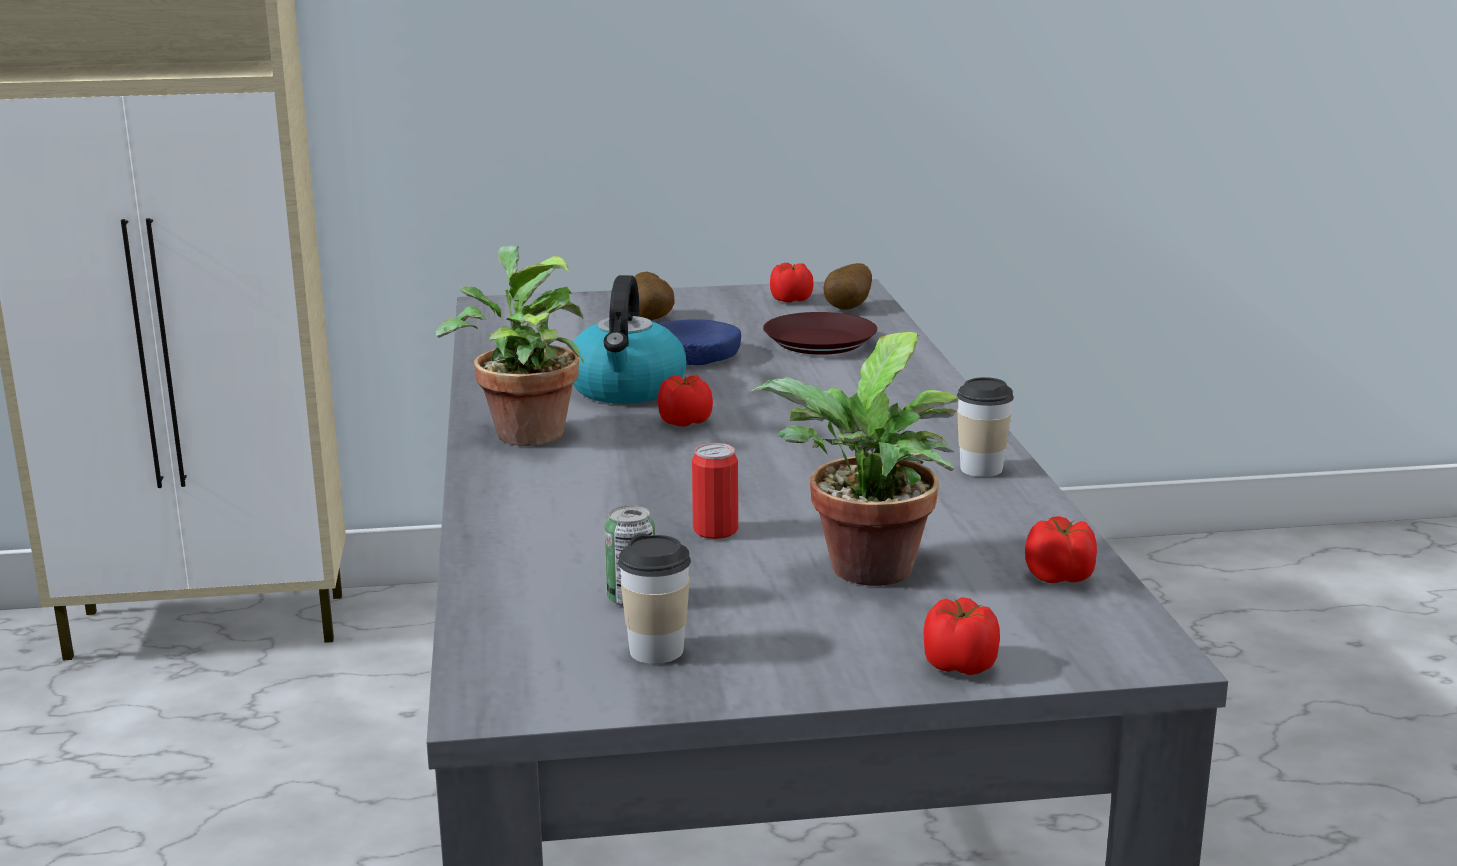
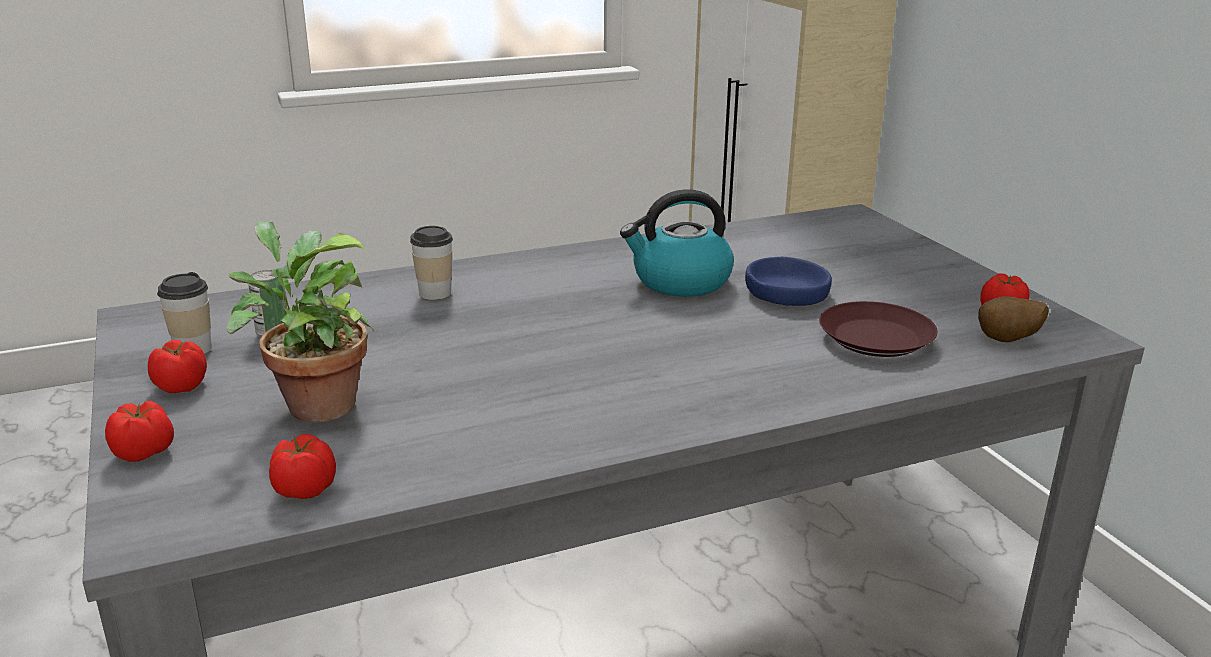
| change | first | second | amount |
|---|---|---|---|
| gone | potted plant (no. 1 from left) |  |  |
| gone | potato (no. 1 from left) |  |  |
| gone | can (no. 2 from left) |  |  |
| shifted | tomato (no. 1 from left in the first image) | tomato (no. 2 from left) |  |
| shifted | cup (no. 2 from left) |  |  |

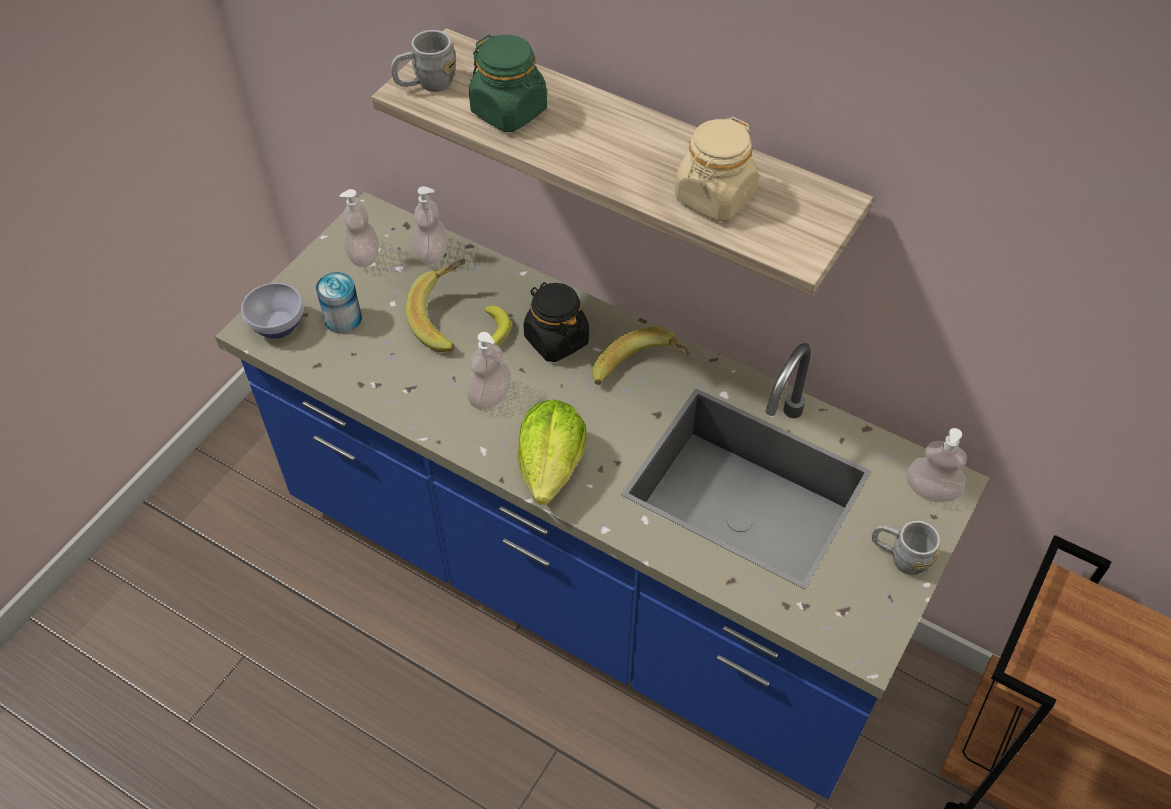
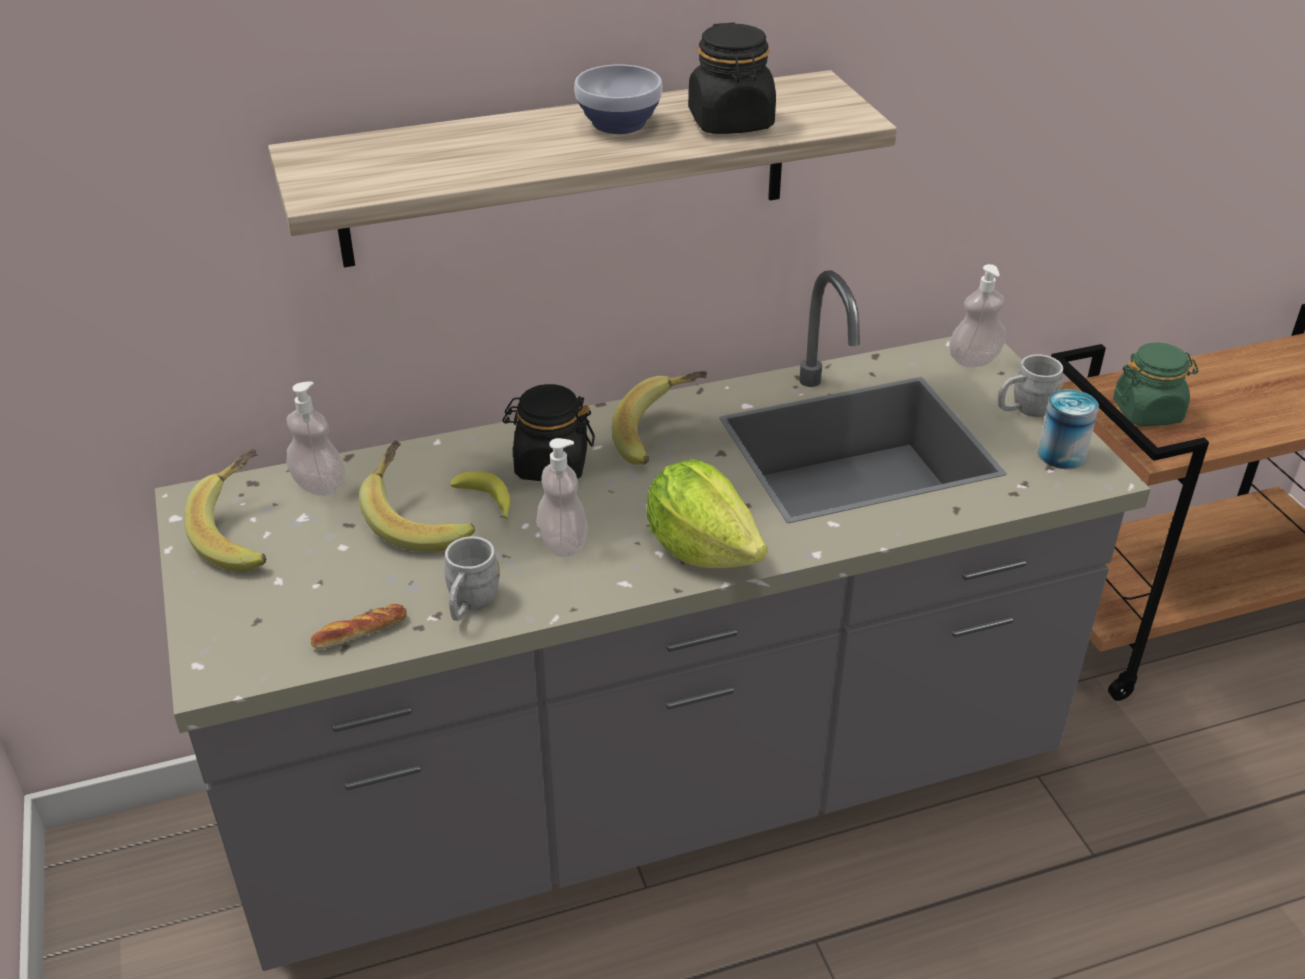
| change | first | second | amount |
|---|---|---|---|
| new |  | bread |  |
| shifted | bowl |  |  |
| shifted | can |  |  |
| shifted | mug (grey) (no. 1 from left) |  |  |
| shifted | jar (green) |  |  |
| swapped | soap dispenser (no. 1 from left) | banana (no. 1 from left) |  |
| repainted | counter (blue) | counter (grey) |  |
| repainted | jar (beige) | jar (black) (no. 2 from left) |  |

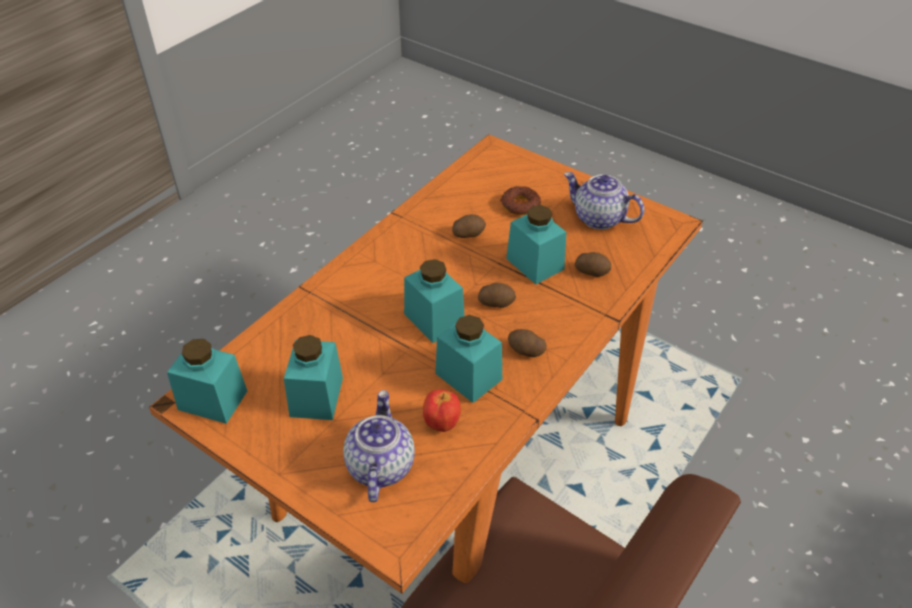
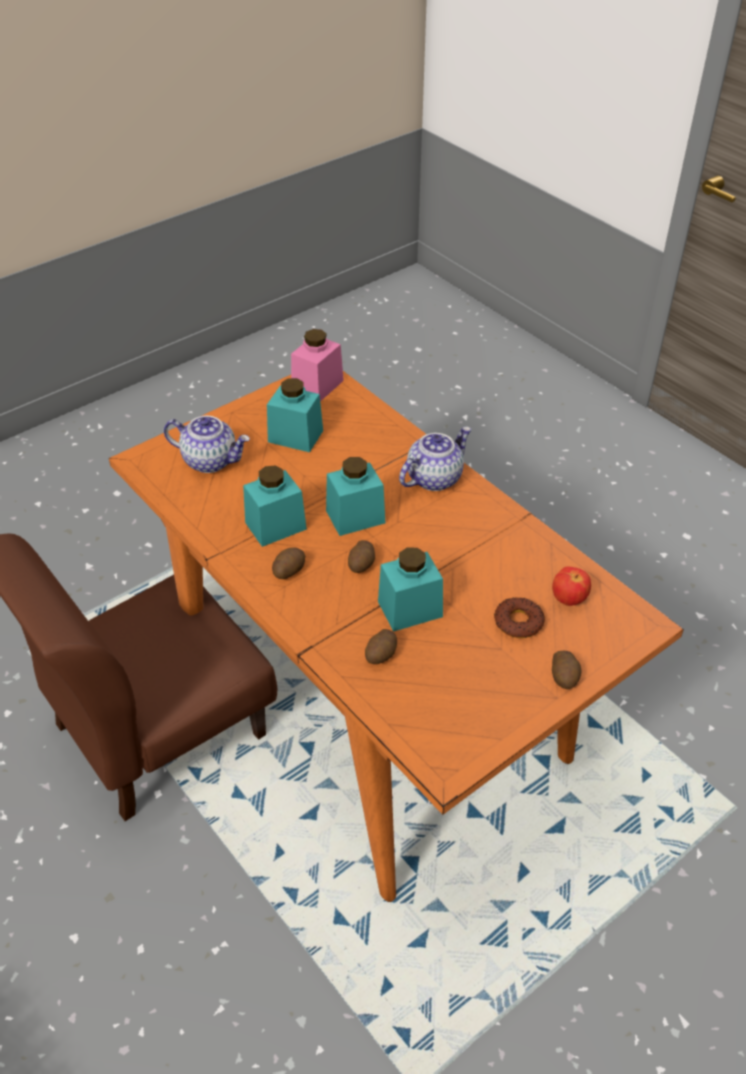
| change | first | second | amount |
|---|---|---|---|
| shifted | apple |  |  |
| shifted | potato (no. 1 from left in the first image) | potato (no. 4 from left) |  |
| shifted | teapot (no. 2 from left) |  |  |
| repainted | jar (turquoise) (no. 1 from left) | jar (pink) |  |

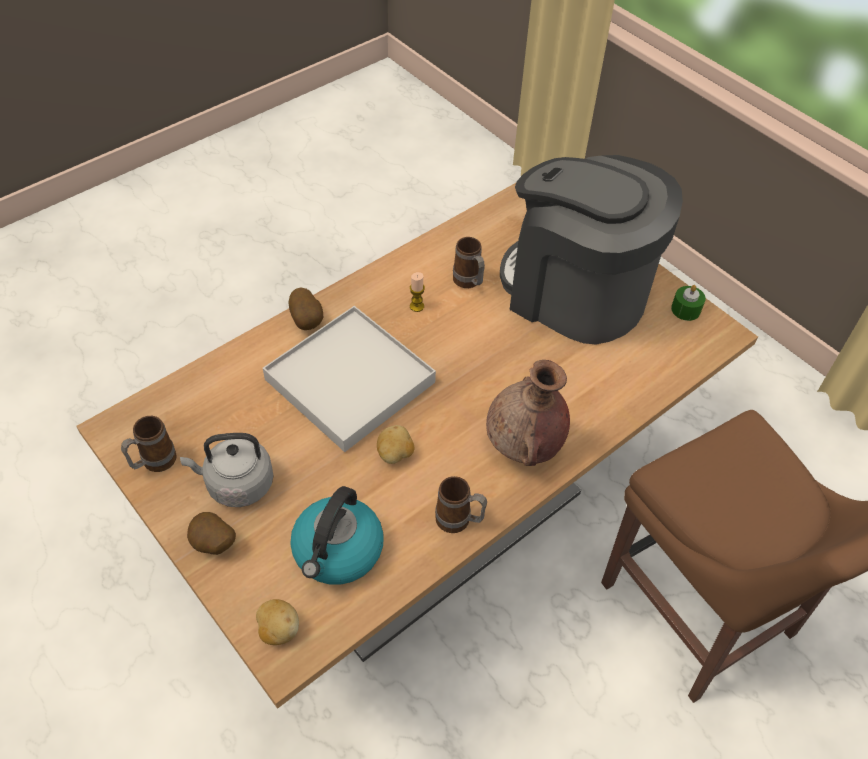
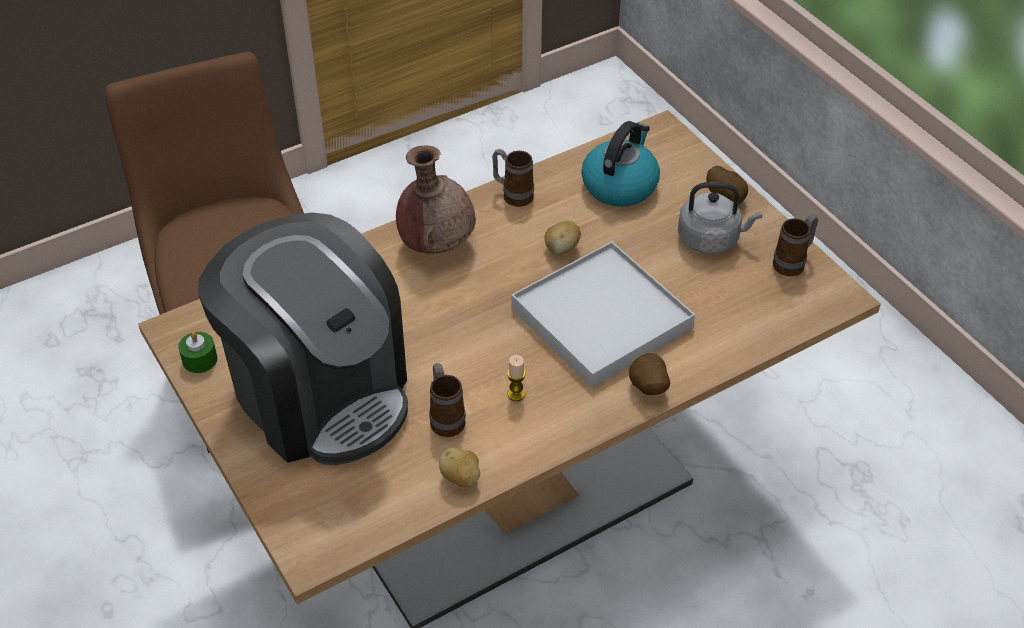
| change | first | second | amount |
|---|---|---|---|
| shifted | potato (no. 2 from left in the first image) | potato (no. 1 from left) |  |

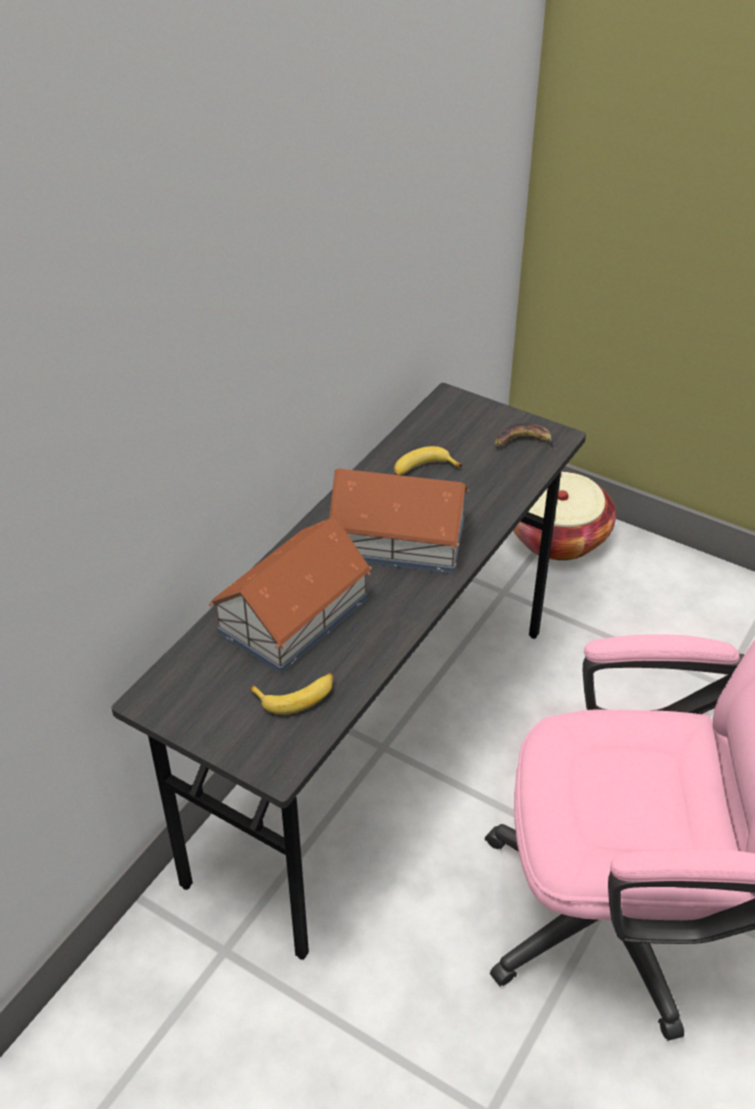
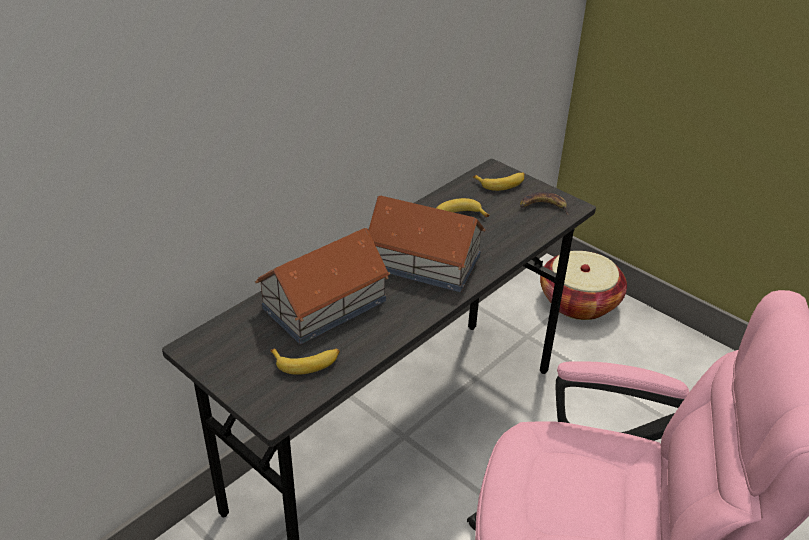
| change | first | second | amount |
|---|---|---|---|
| new |  | banana (no. 3 from left) |  |

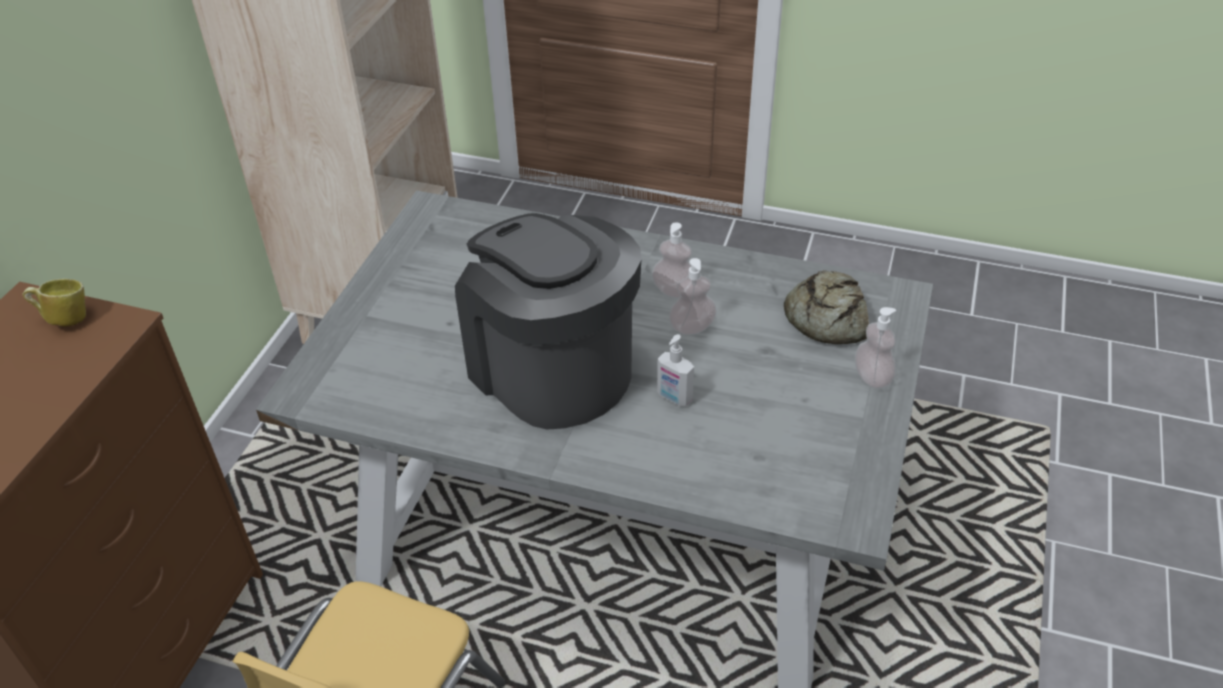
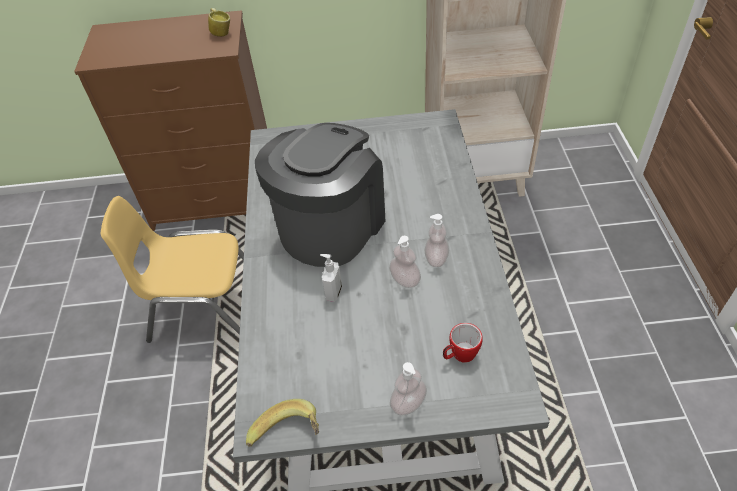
| change | first | second | amount |
|---|---|---|---|
| new |  | banana |  |
| swapped | bread | mug (no. 2 from left) |  |

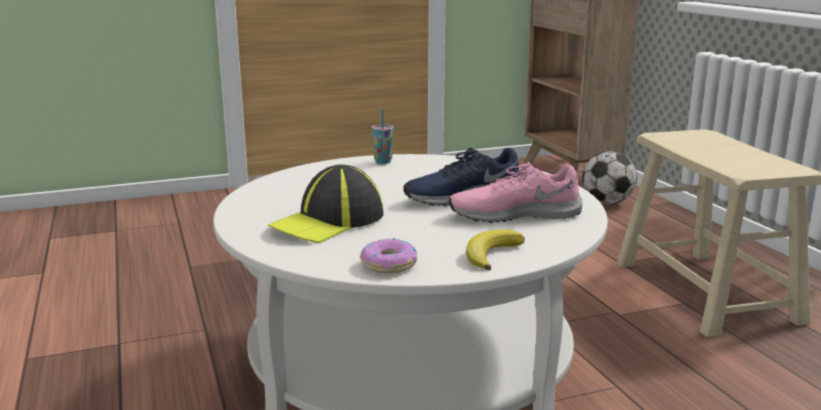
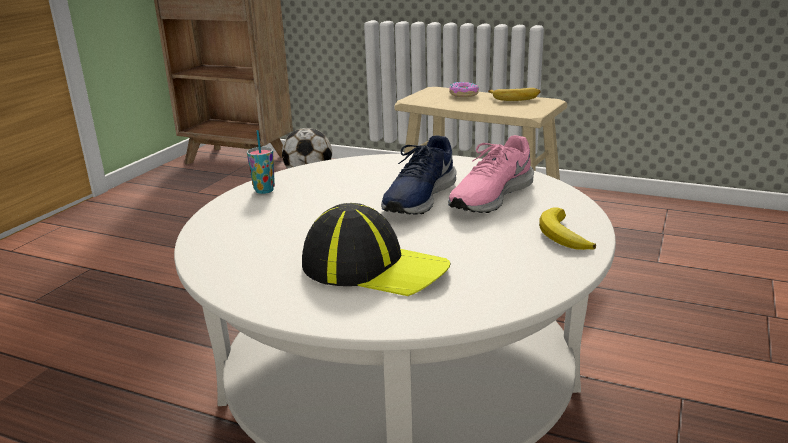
| change | first | second | amount |
|---|---|---|---|
| new |  | banana (no. 1 from left) |  |
| shifted | donut |  |  |
| rotated | cap |  | 60 degrees counterclockwise |

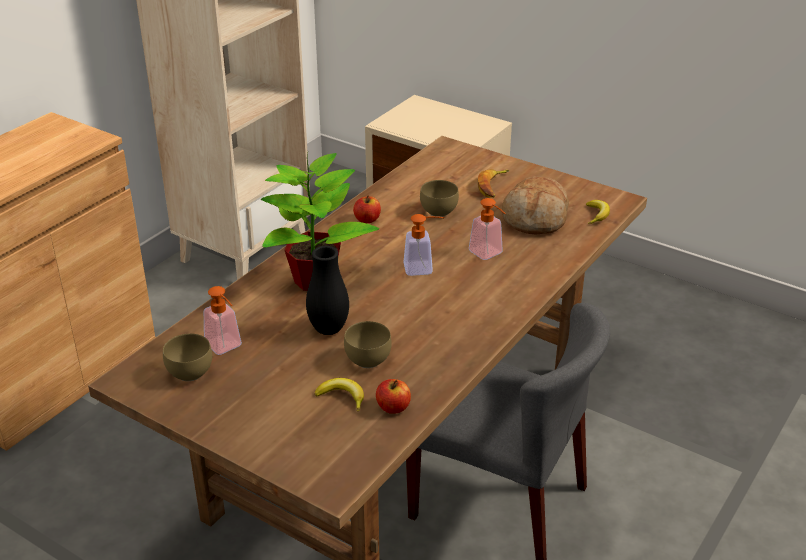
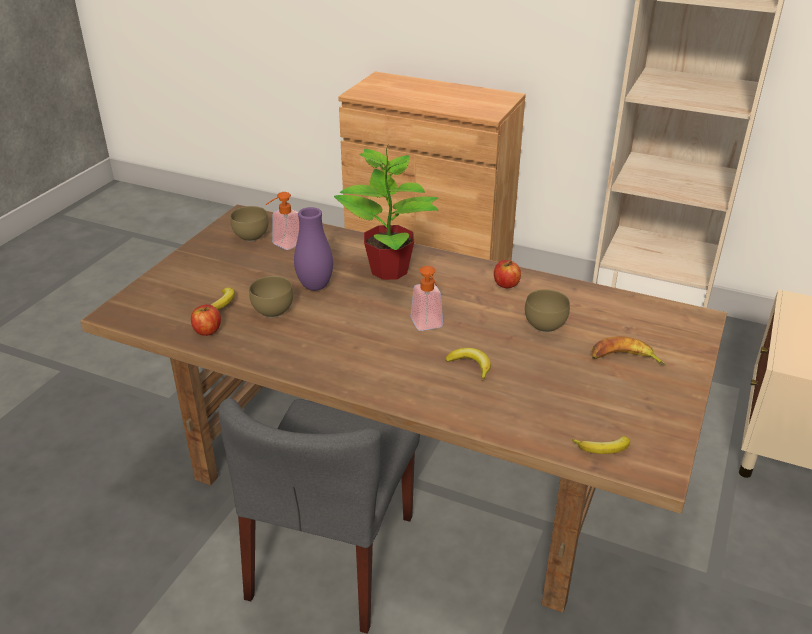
| change | first | second | amount |
|---|---|---|---|
| gone | bread |  |  |
| swapped | soap dispenser (no. 3 from left) | banana (no. 2 from left) |  |
| repainted | vase (black) | vase (purple) |  |

